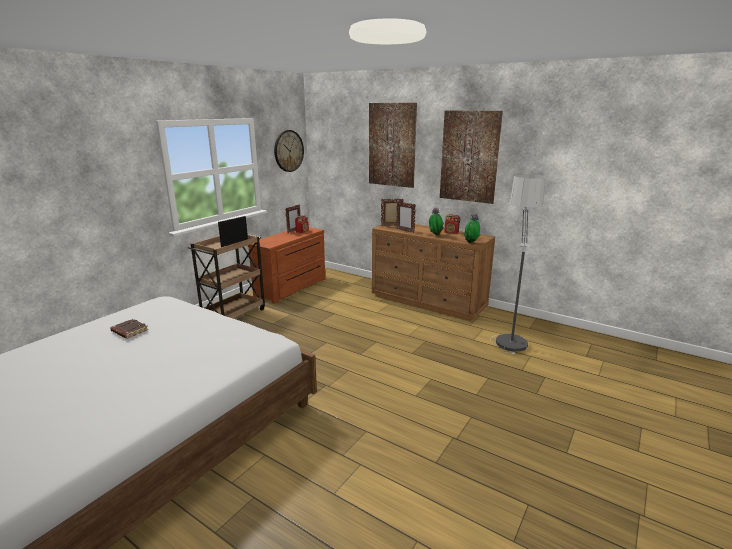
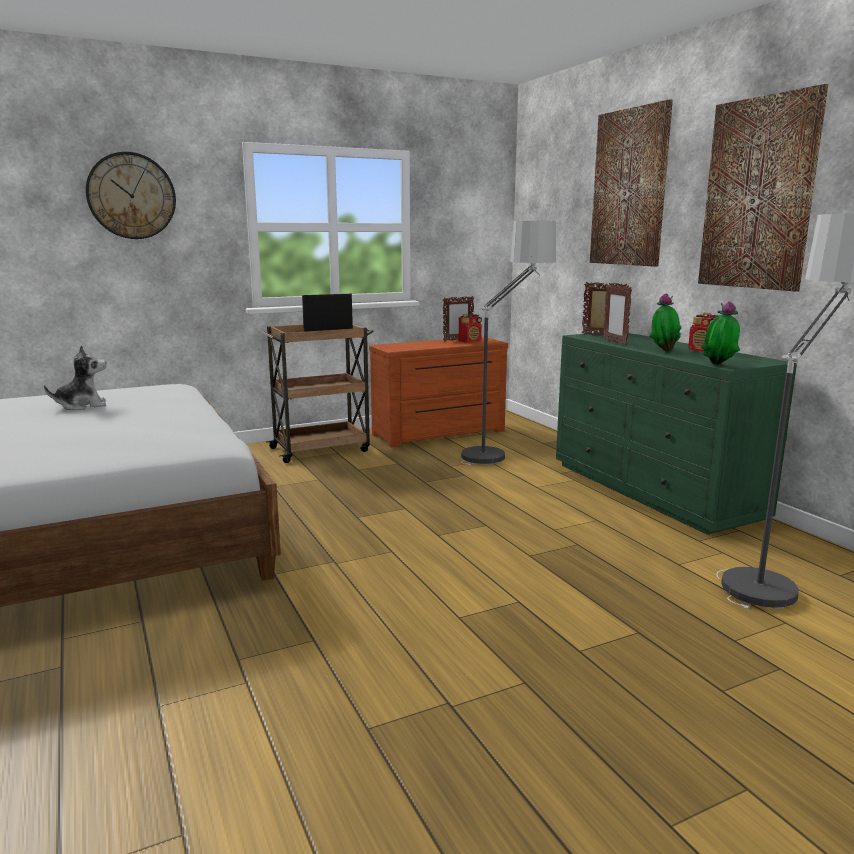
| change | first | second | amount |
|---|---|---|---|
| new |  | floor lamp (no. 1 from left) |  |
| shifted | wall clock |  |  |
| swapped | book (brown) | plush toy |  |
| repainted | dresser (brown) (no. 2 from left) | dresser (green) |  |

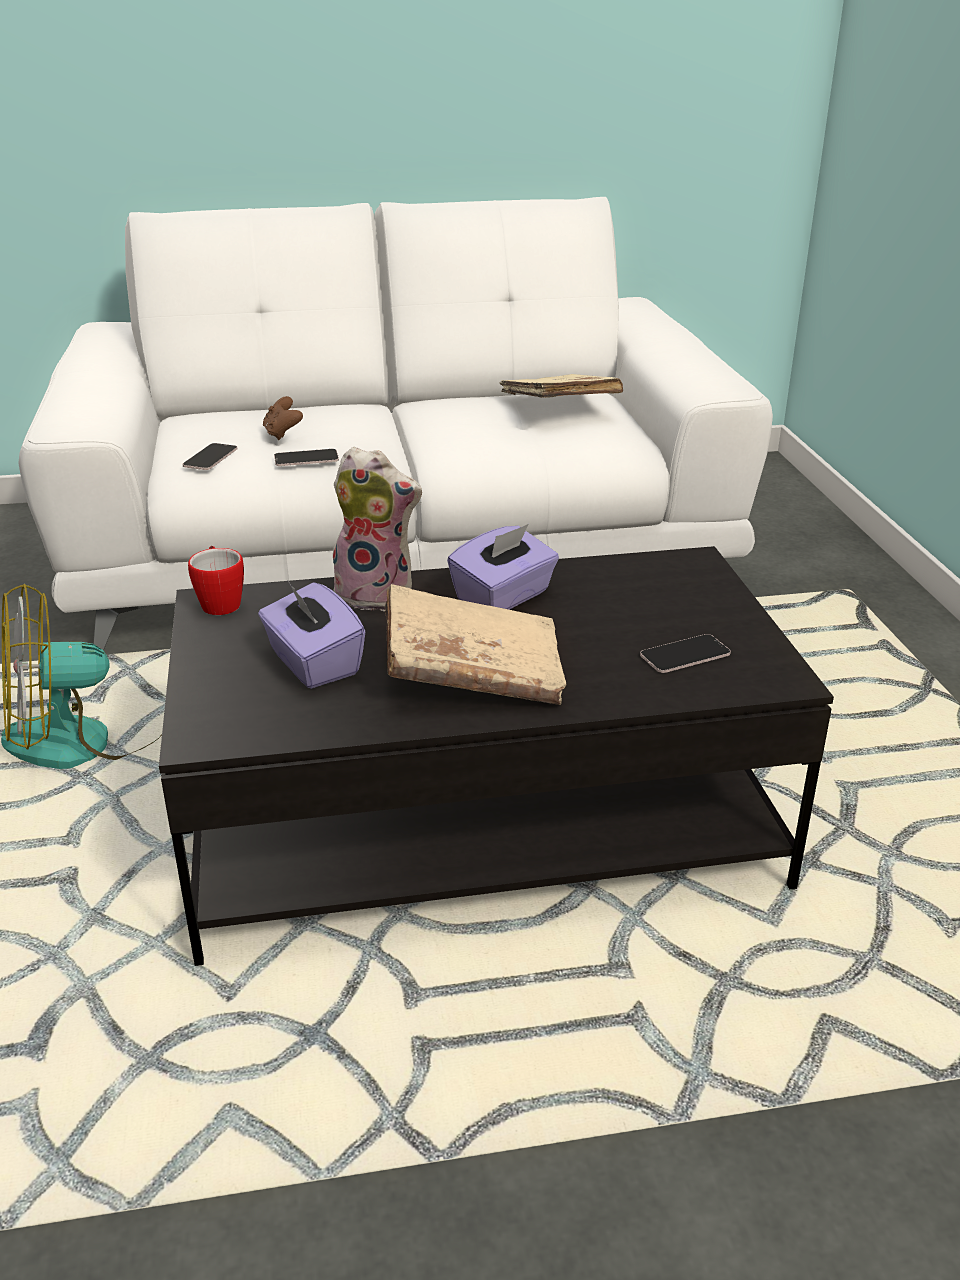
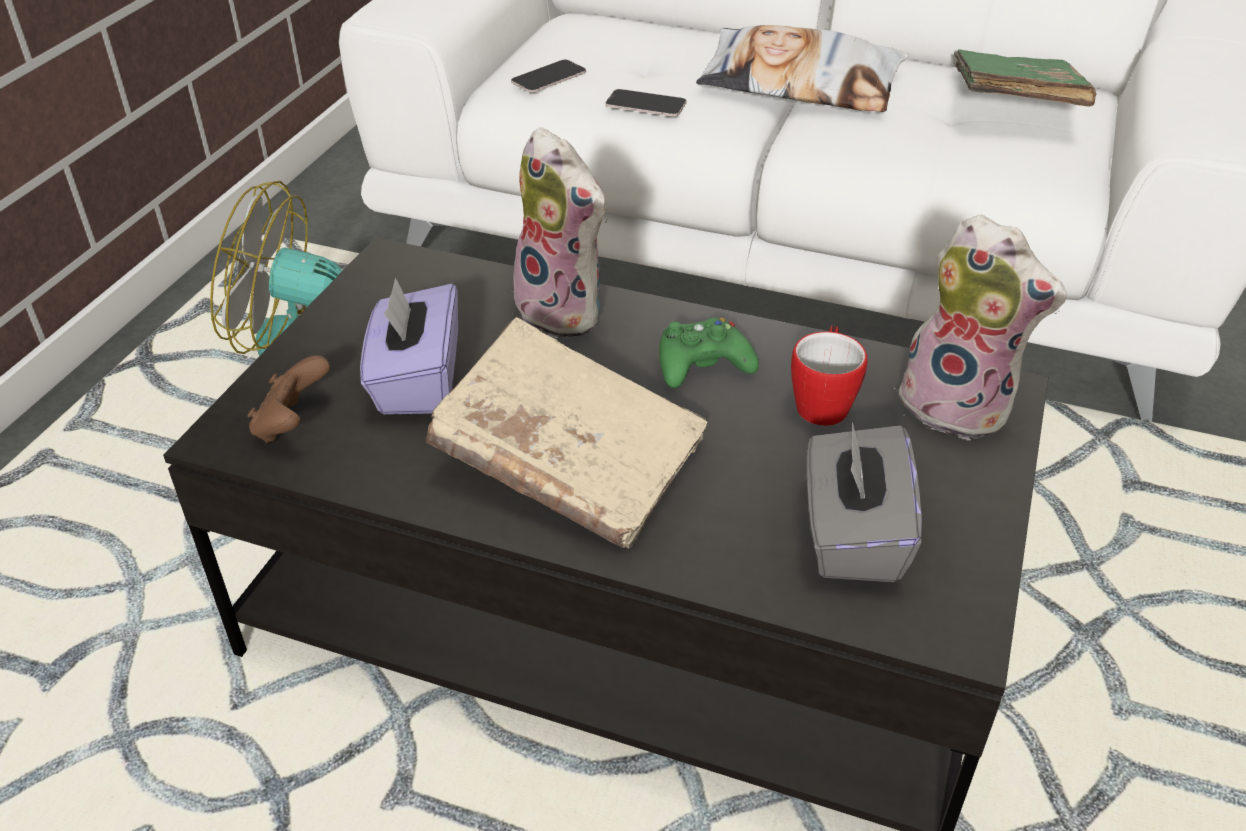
| change | first | second | amount |
|---|---|---|---|
| new |  | pillow |  |
| new |  | plush toy (no. 2 from left) |  |
| shifted | mug |  |  |
| shifted | game controller (brown) |  |  |
| swapped | tissue box (purple) (no. 2 from left) | game controller (green) |  |
| swapped | phone (no. 3 from left) | tissue box (grey) |  |
| repainted | book (beige) (no. 2 from left) | book (green) |  |

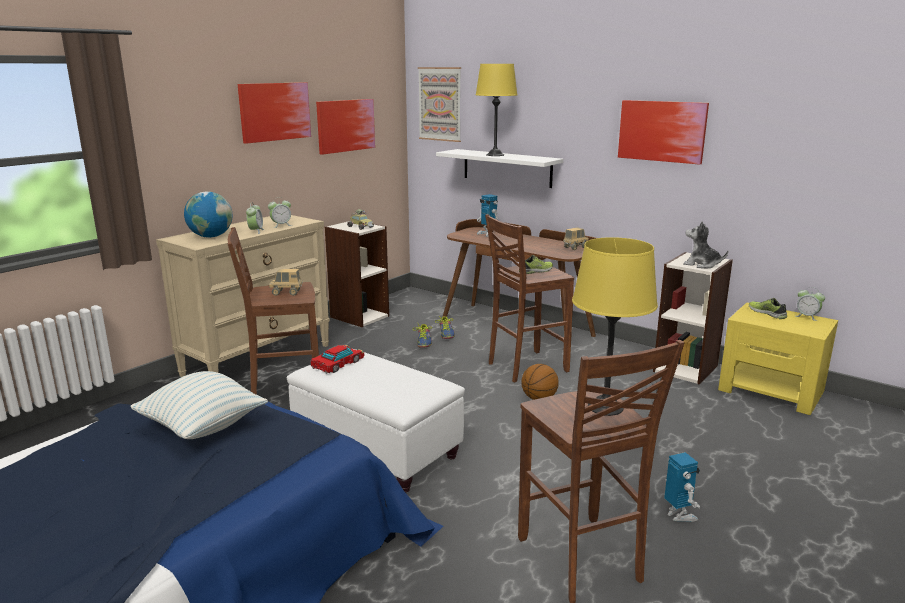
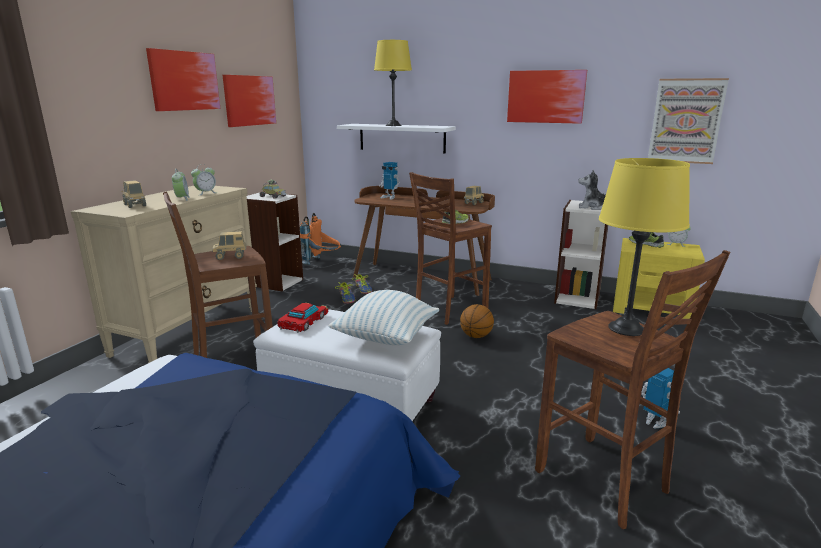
| change | first | second | amount |
|---|---|---|---|
| new |  | backpack (orange) |  |
| shifted | pillow |  |  |
| shifted | picture (no. 3 from left in the first image) | picture (no. 4 from left) |  |
| swapped | globe | toy truck (no. 1 from left) |  |

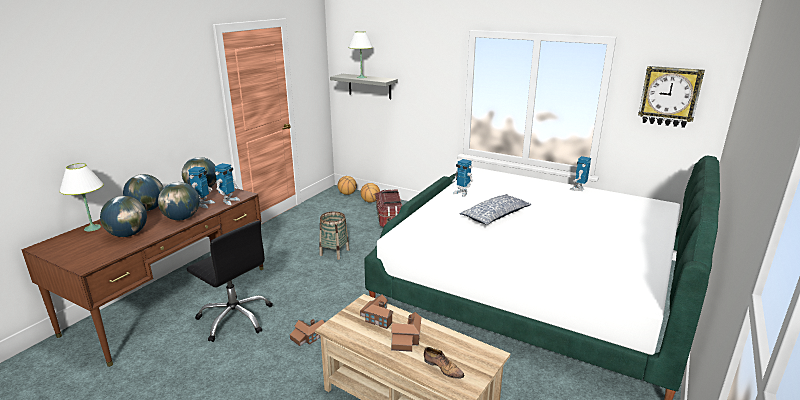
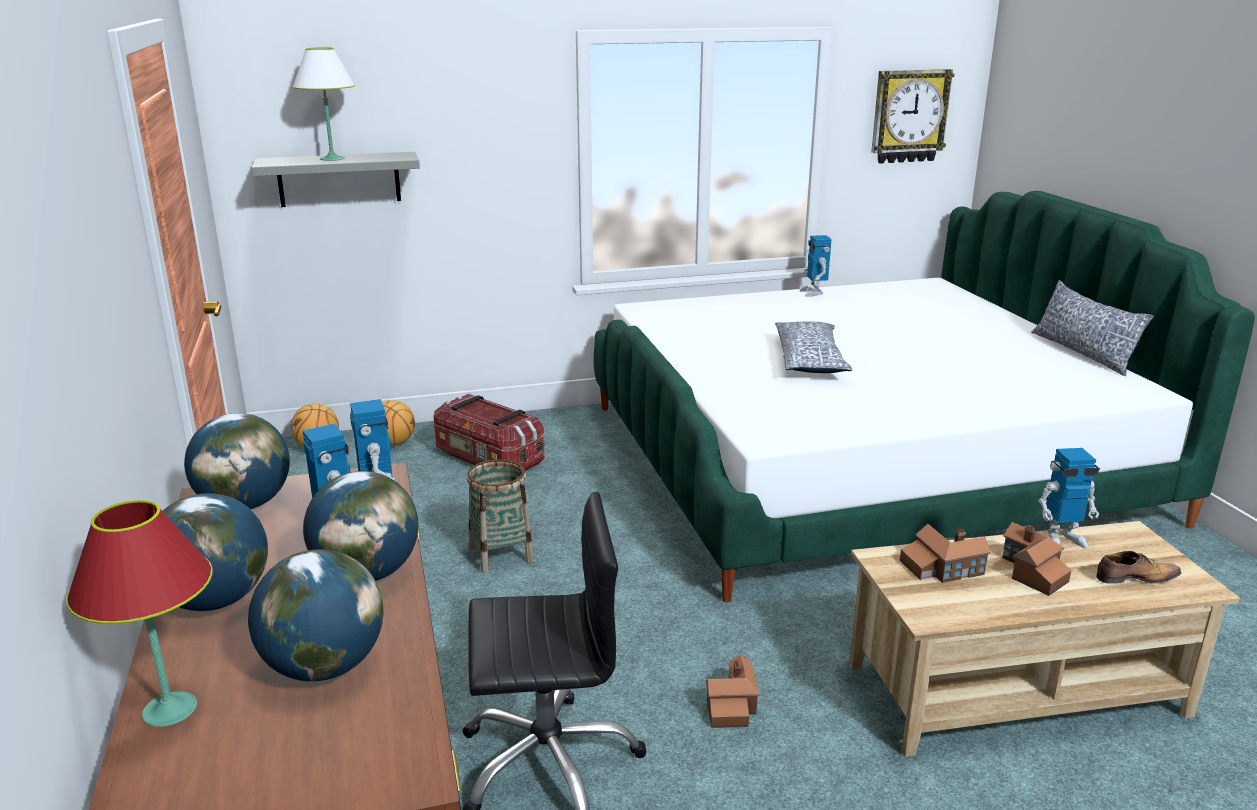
| change | first | second | amount |
|---|---|---|---|
| new |  | pillow (no. 2 from left) |  |
| shifted | toy robot (no. 3 from left in the first image) | toy robot (no. 4 from left) |  |
| repainted | table lamp (white) (no. 1 from left) | table lamp (red) |  |

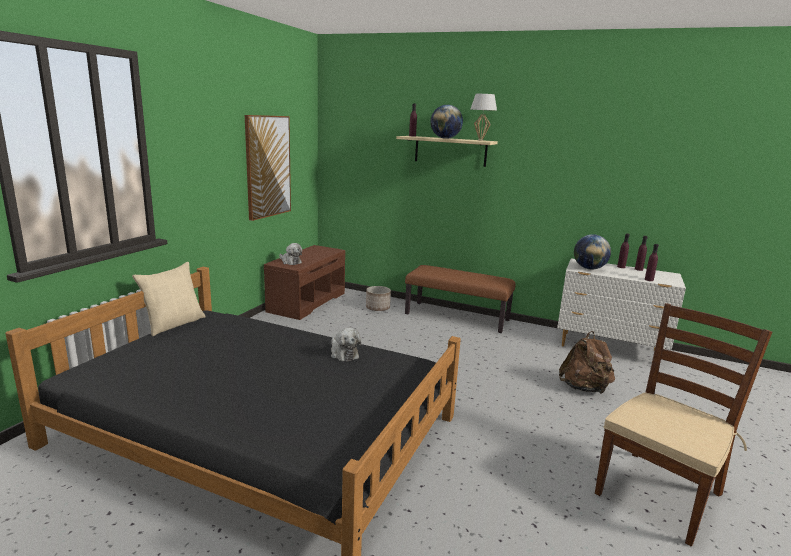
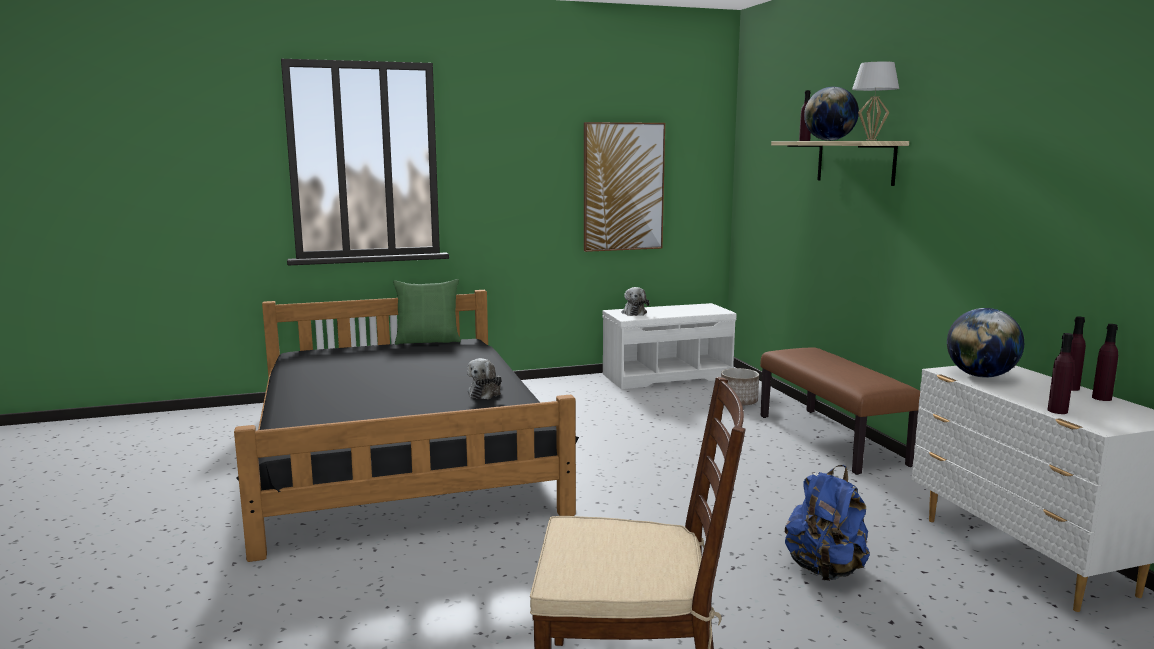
| change | first | second | amount |
|---|---|---|---|
| repainted | pillow (beige) | pillow (green) |  |
| repainted | bench (brown) (no. 1 from left) | bench (white) |  |
| repainted | backpack (brown) | backpack (blue) |  |

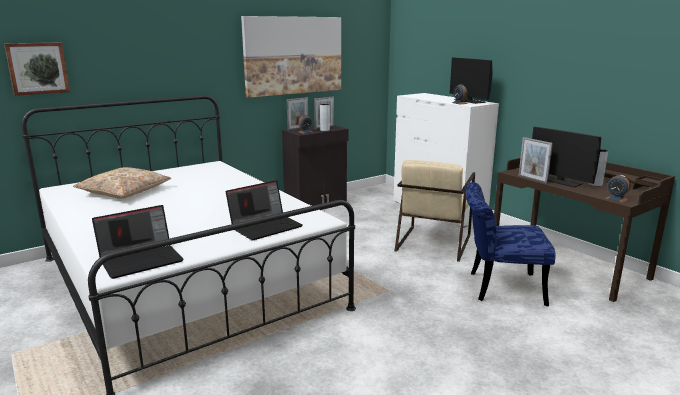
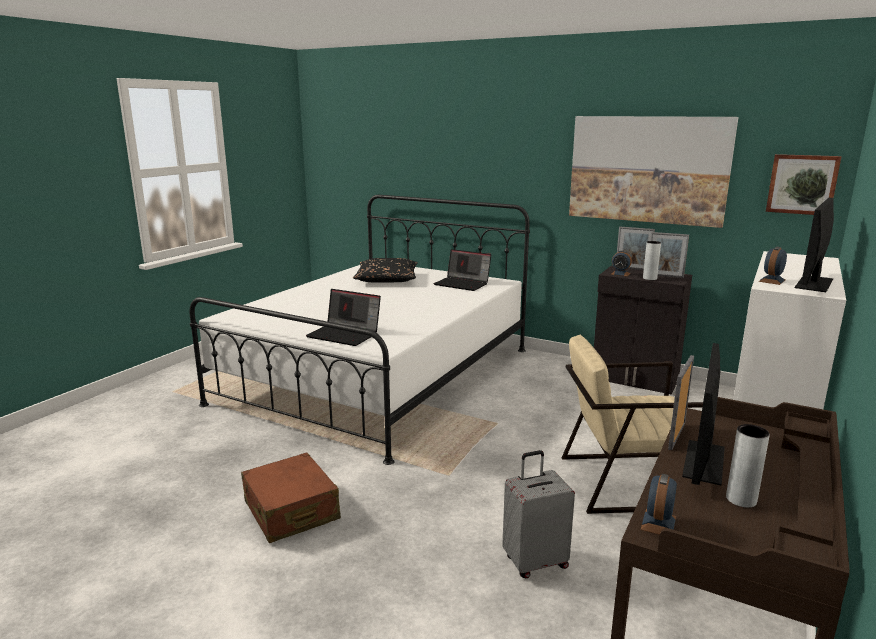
| change | first | second | amount |
|---|---|---|---|
| new |  | suitcase (brown) |  |
| shifted | picture (no. 1 from left in the first image) | picture (no. 2 from left) |  |
| shifted | laptop (no. 1 from left in the first image) | laptop (no. 2 from left) |  |
| swapped | chair (blue) | suitcase (grey) |  |
| repainted | pillow (beige) | pillow (black) |  |

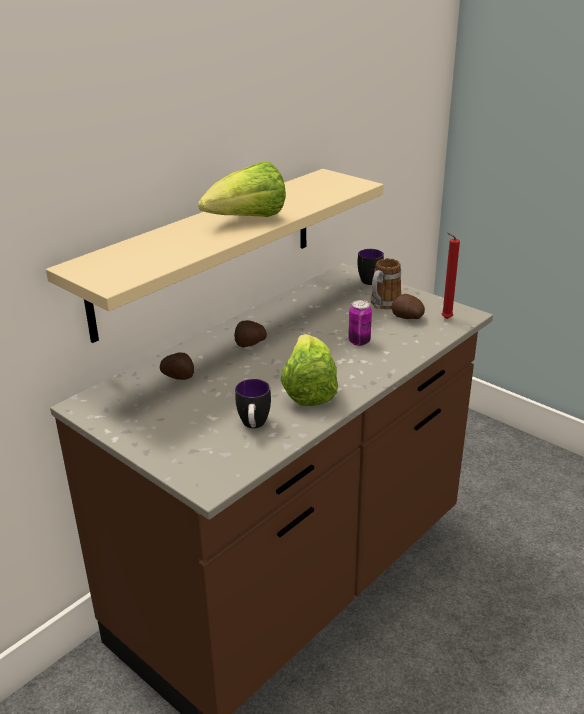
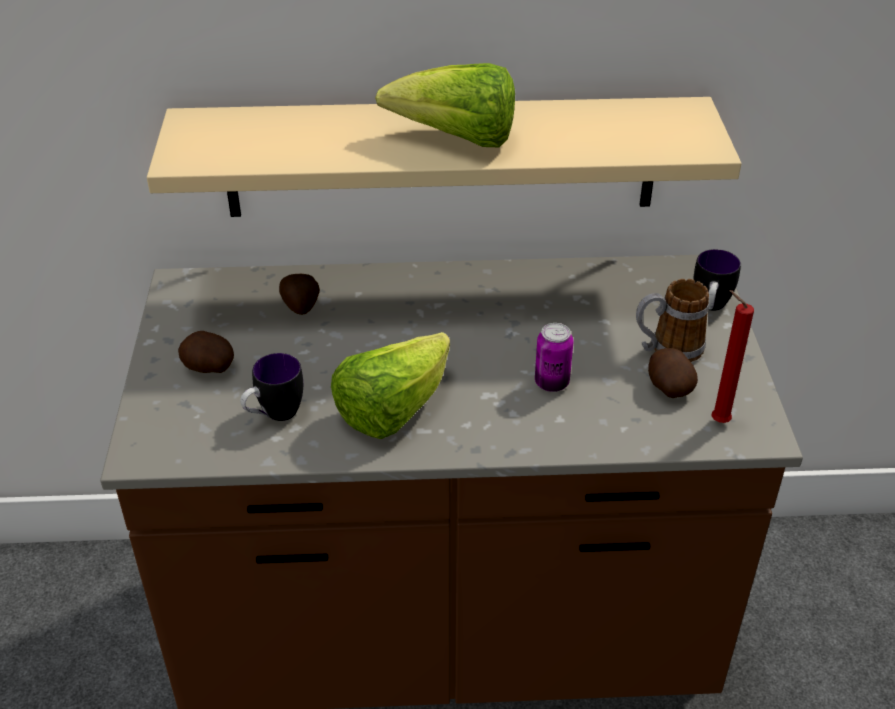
| change | first | second | amount |
|---|---|---|---|
| shifted | potato (no. 2 from left in the first image) | potato (no. 1 from left) |  |

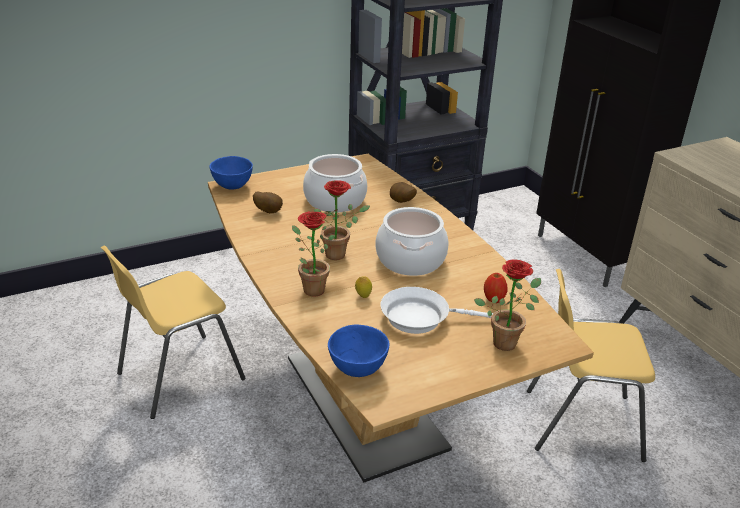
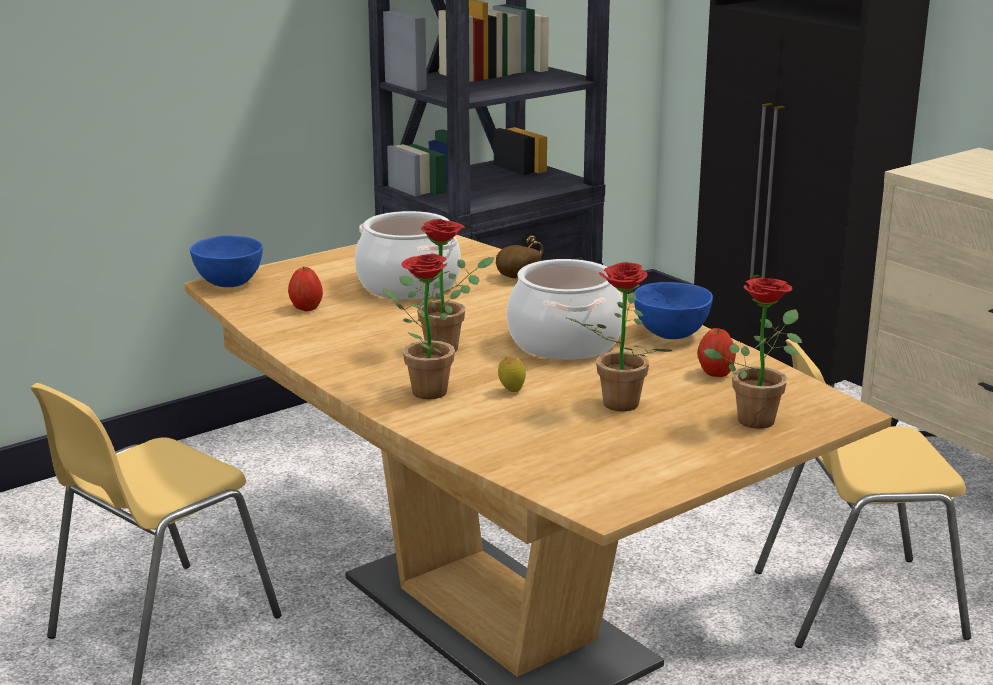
| change | first | second | amount |
|---|---|---|---|
| shifted | bowl (blue) (no. 2 from left) |  |  |
| swapped | potato (no. 1 from left) | apple (no. 1 from left) |  |
| swapped | frying pan (white) | potted plant (no. 3 from left) |  |

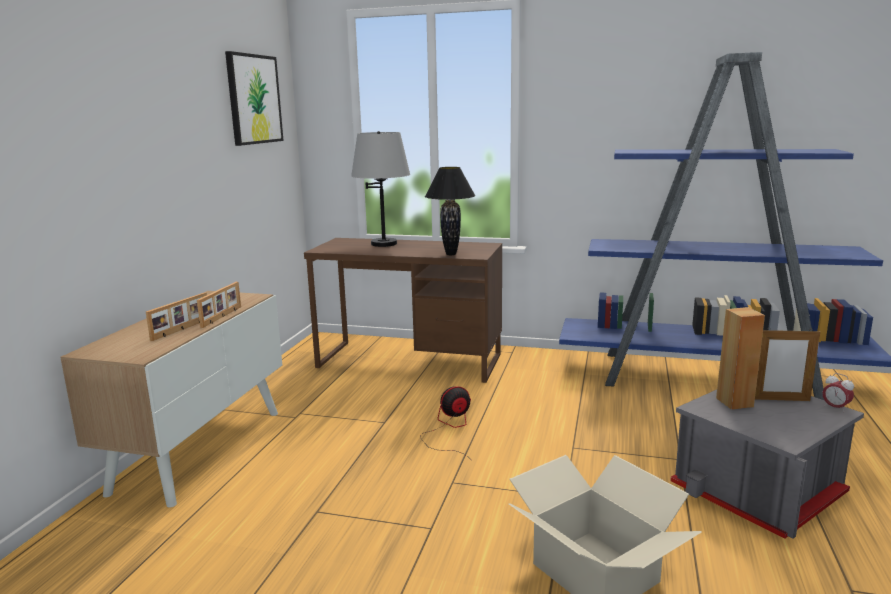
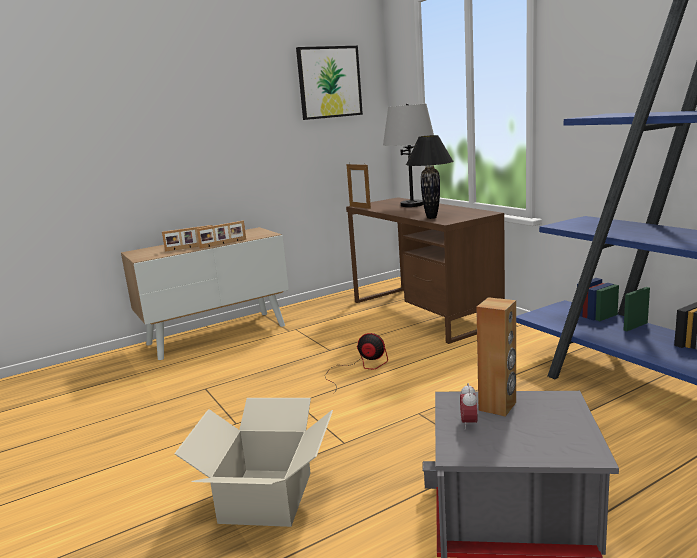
| change | first | second | amount |
|---|---|---|---|
| shifted | picture frame (no. 3 from left) |  |  |
| shifted | alarm clock |  |  |

